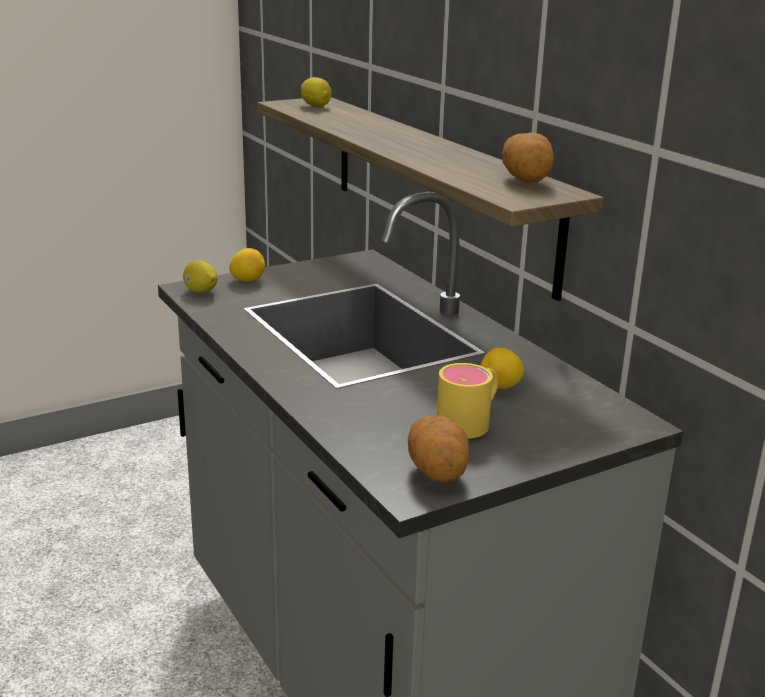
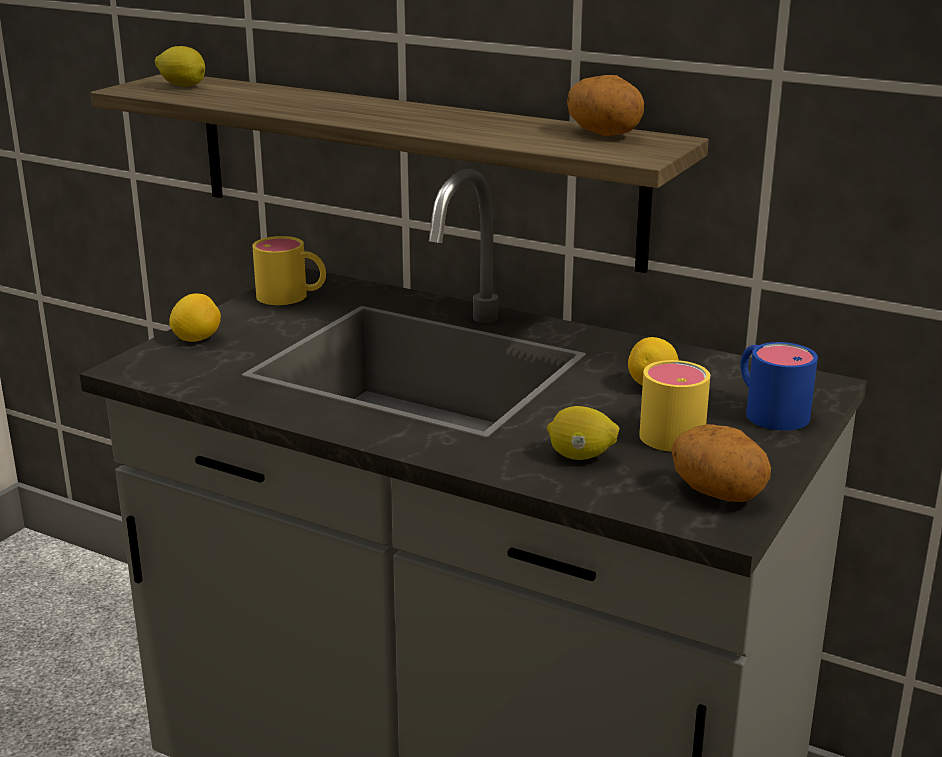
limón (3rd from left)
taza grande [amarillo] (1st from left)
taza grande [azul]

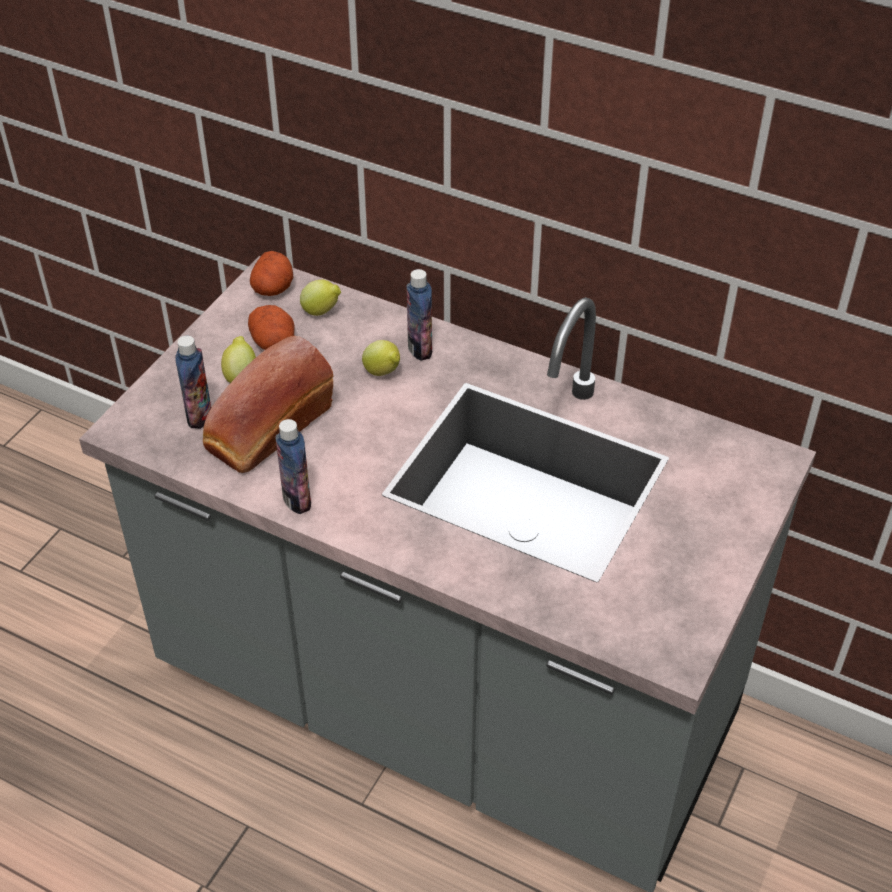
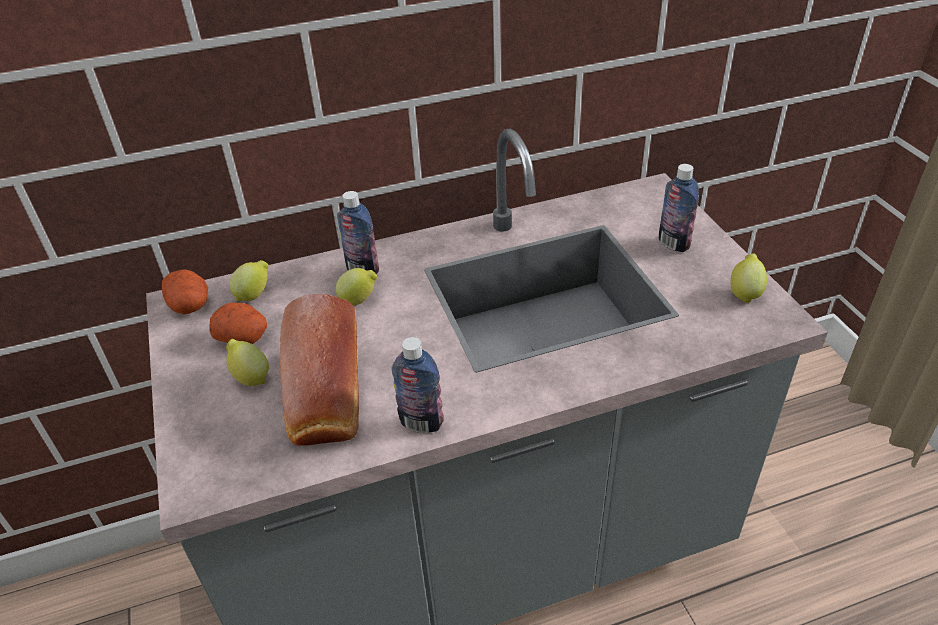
botella (3rd from left)
limón (4th from left)

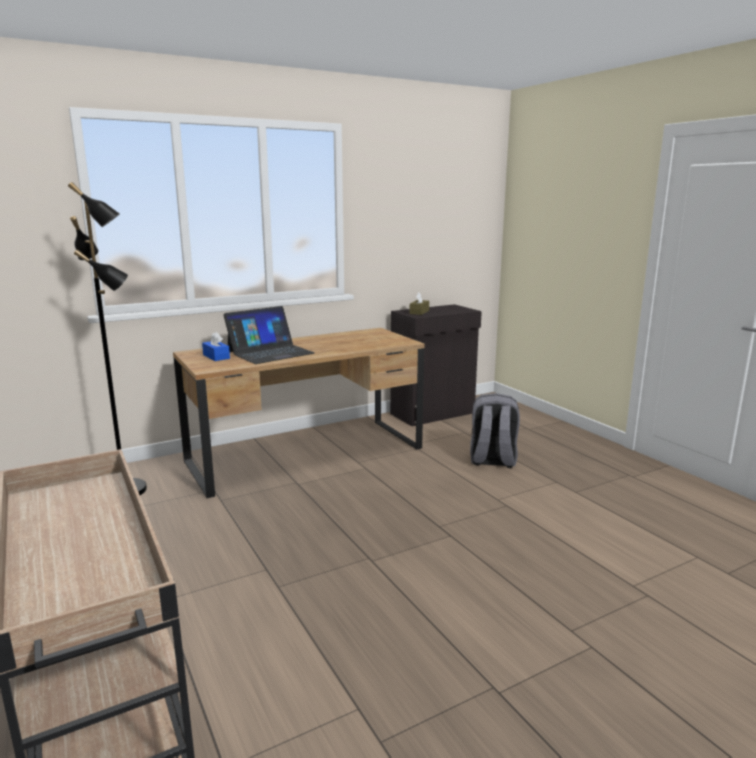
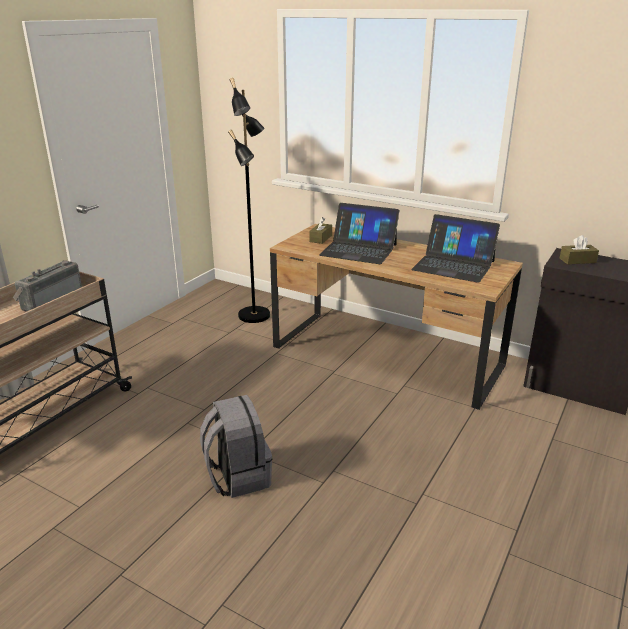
caja de pañuelos [marrón] (1st from left)
mochila [gris]
radio
portátil (2nd from left)

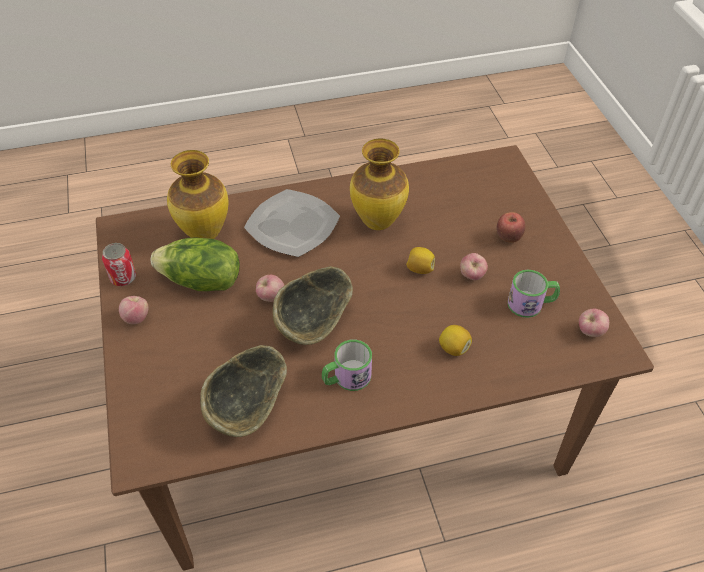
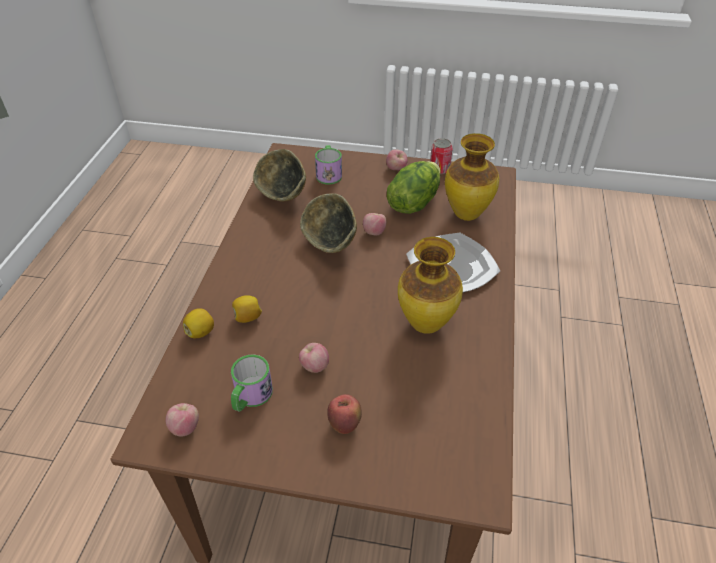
taza grande (2nd from left)
limón (1st from left)

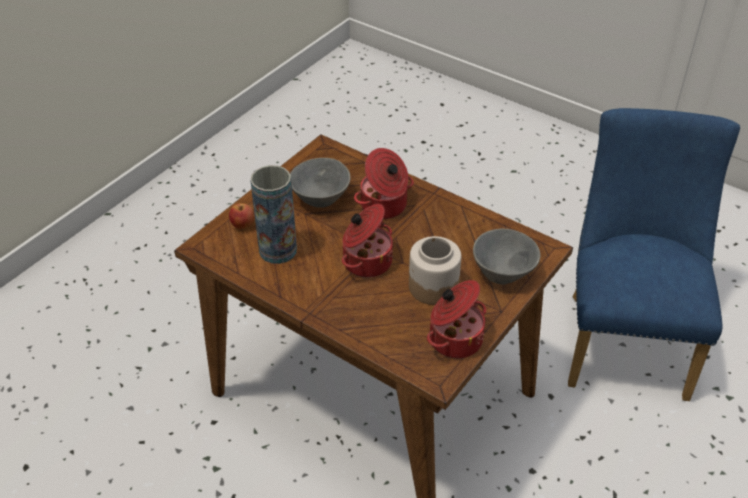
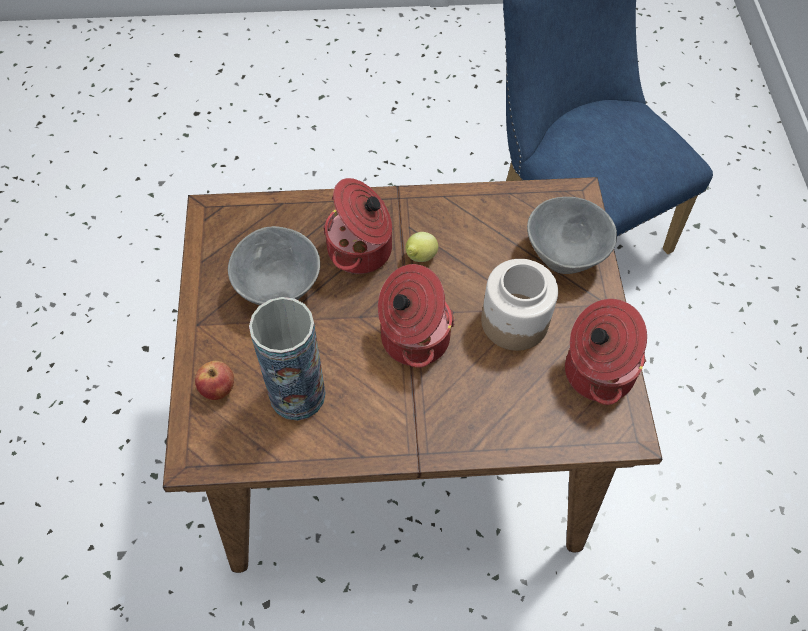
limón

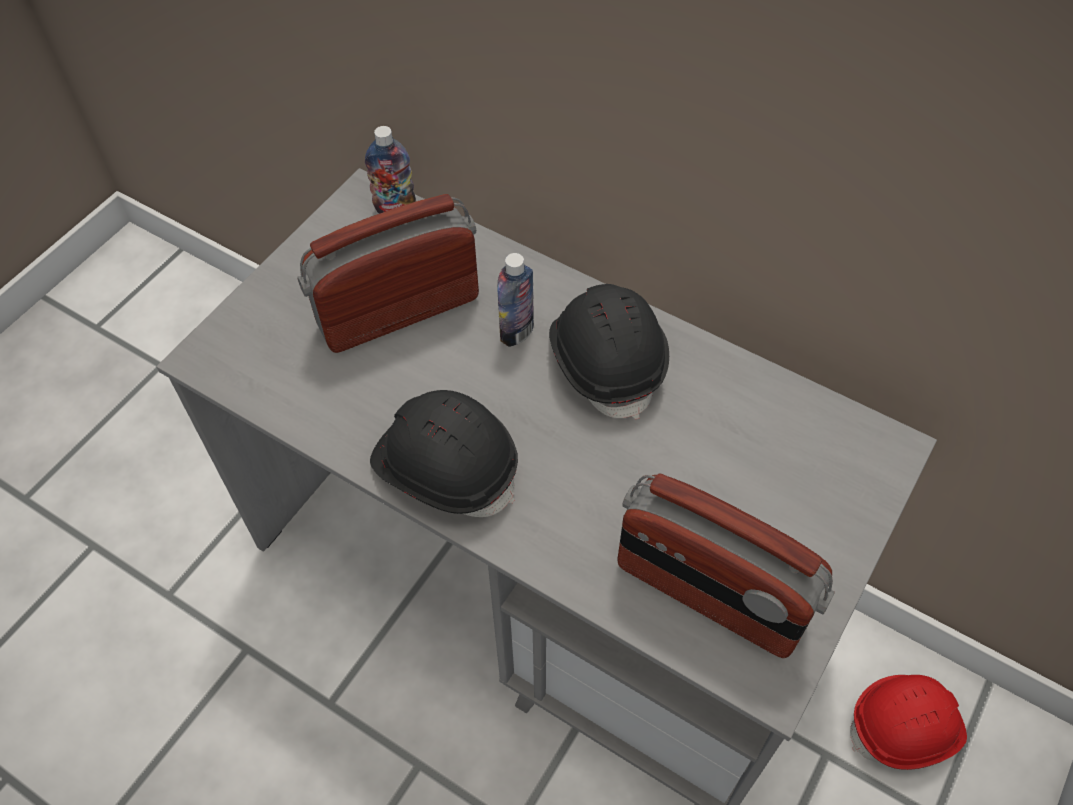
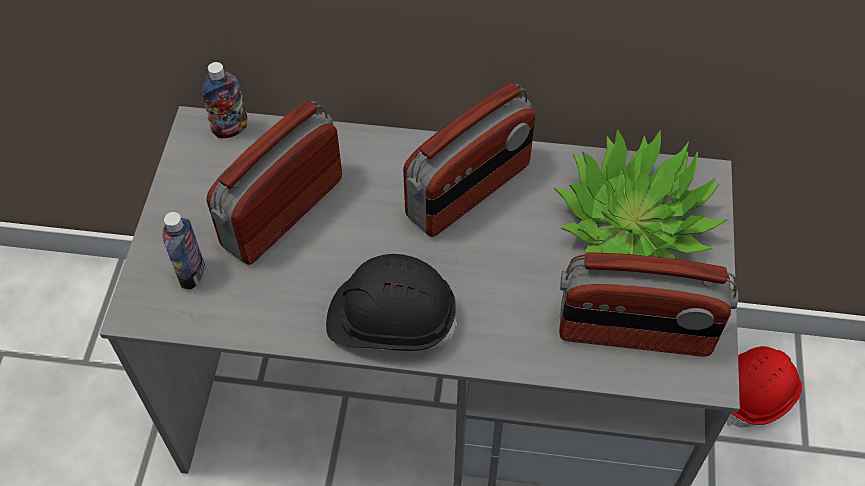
botella (1st from left)
radio (2nd from left)
planta en maceta

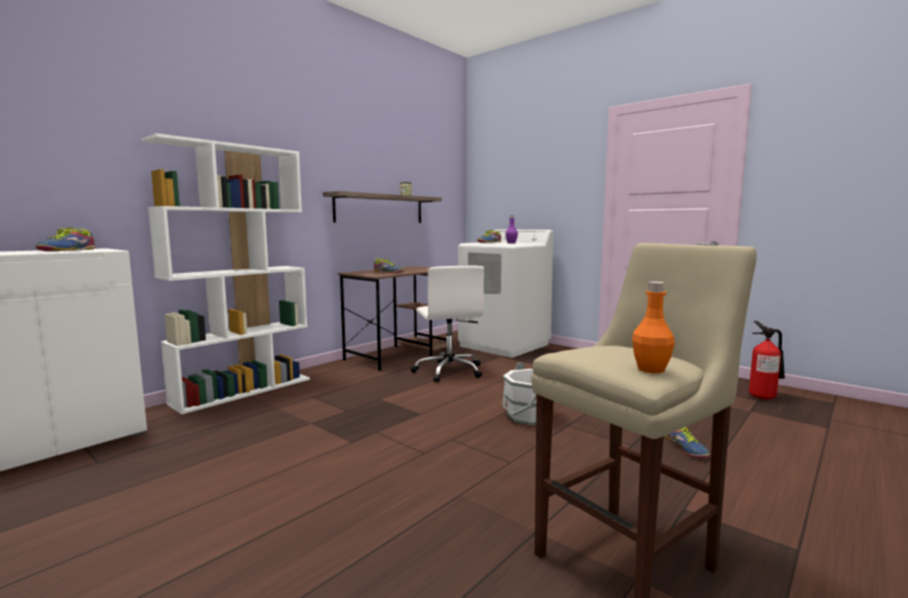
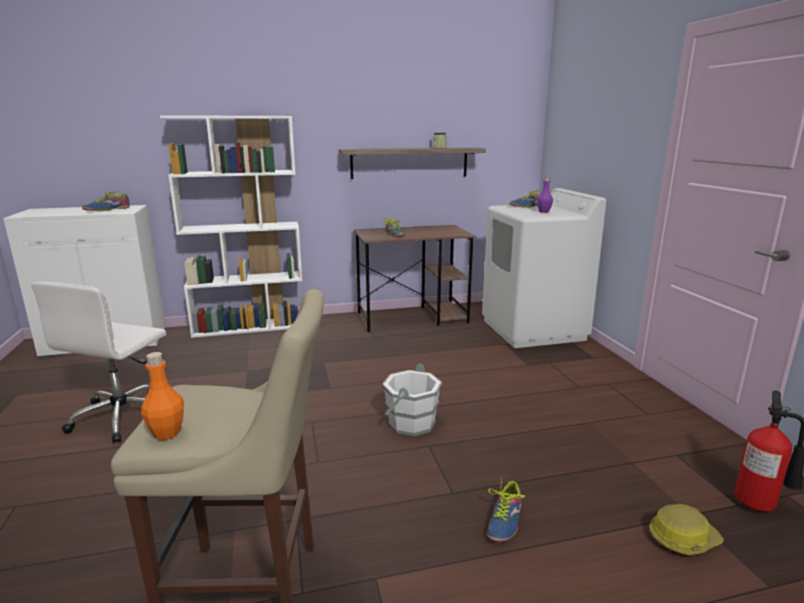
silla de oficina [blanco]
casco

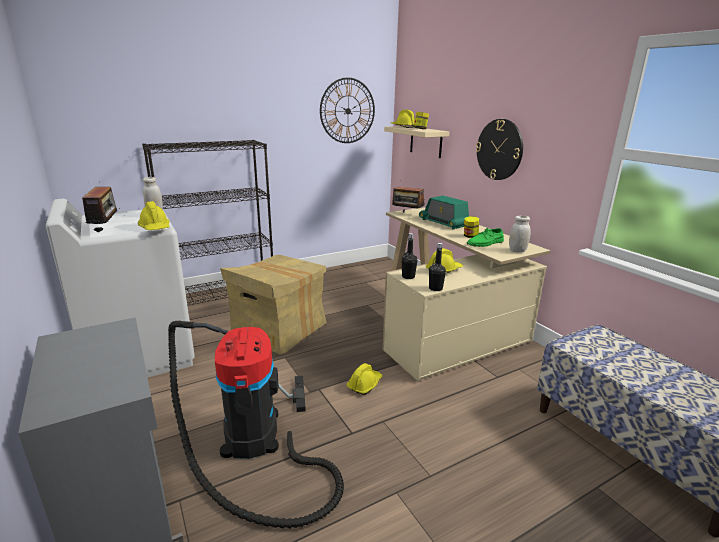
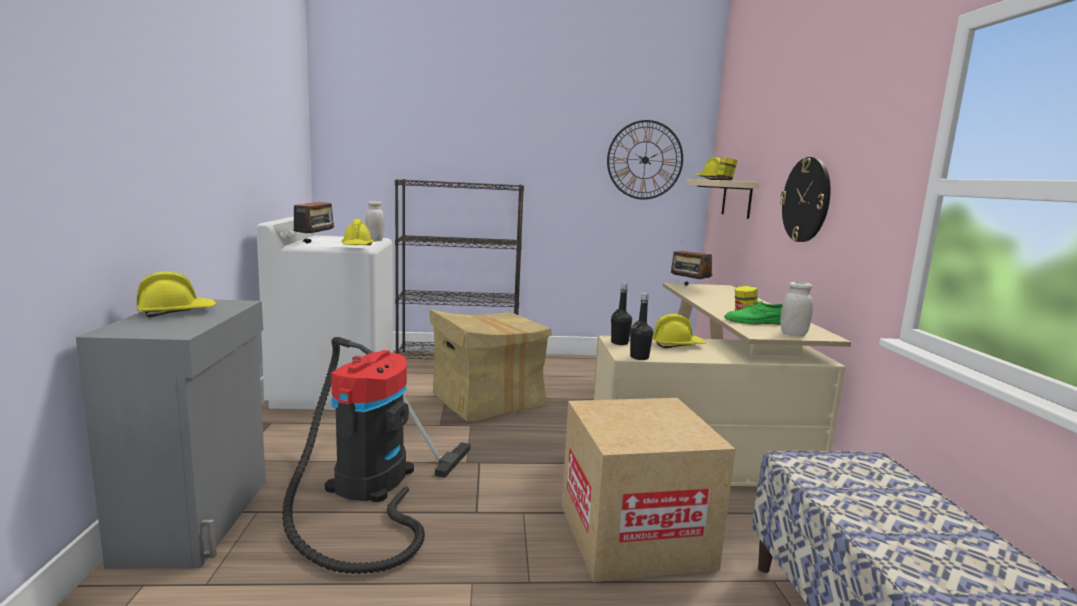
casco [amarillo] (1st from left)
radio (3rd from left in the first image)
caja de cartón (2nd from left)

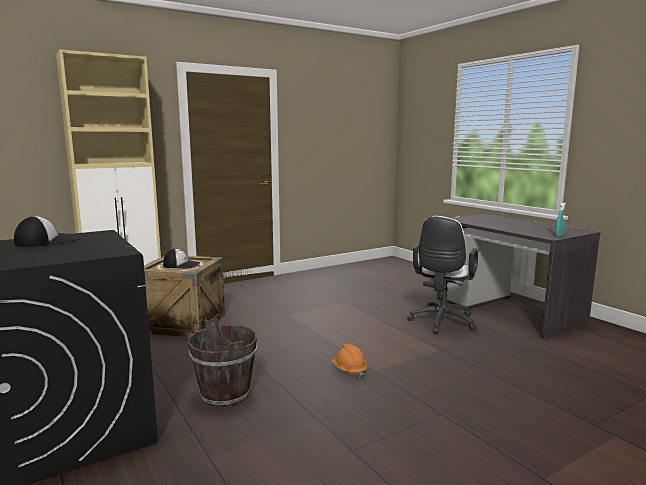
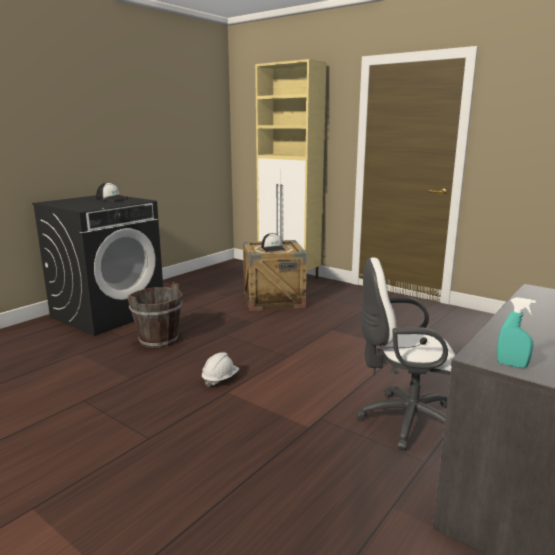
casco [blanco]

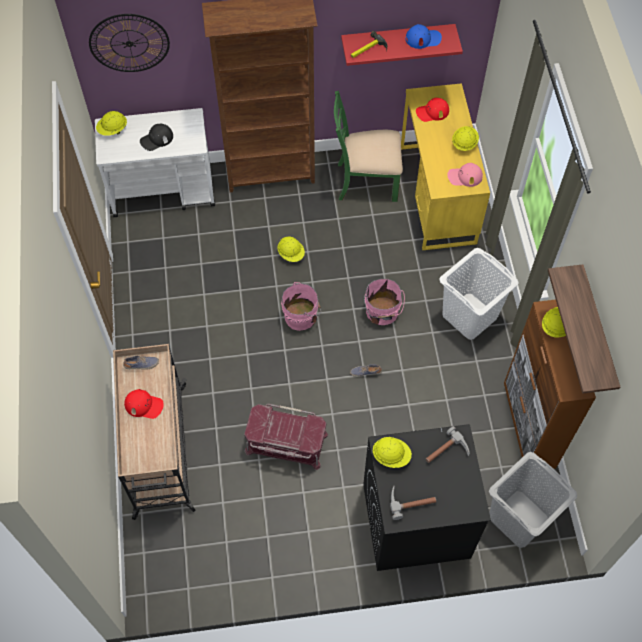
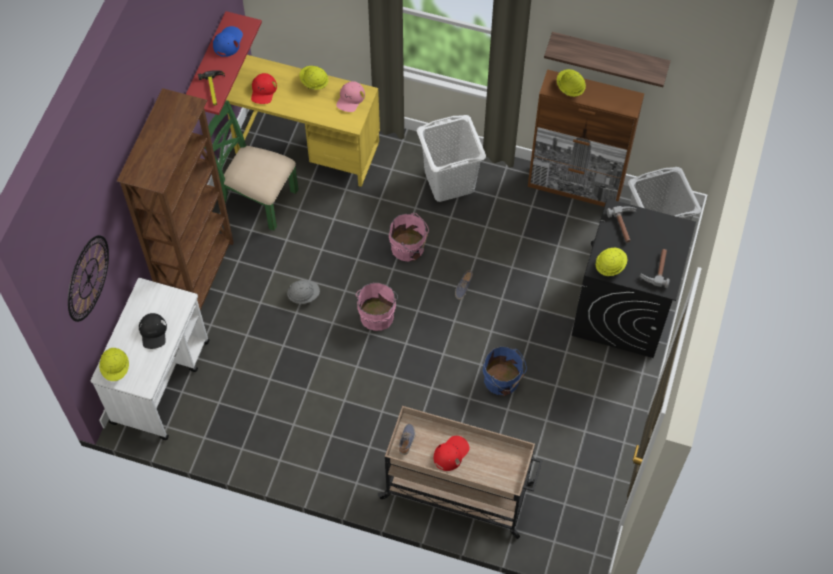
cubo [azul]
casco [gris]
silla [verde]

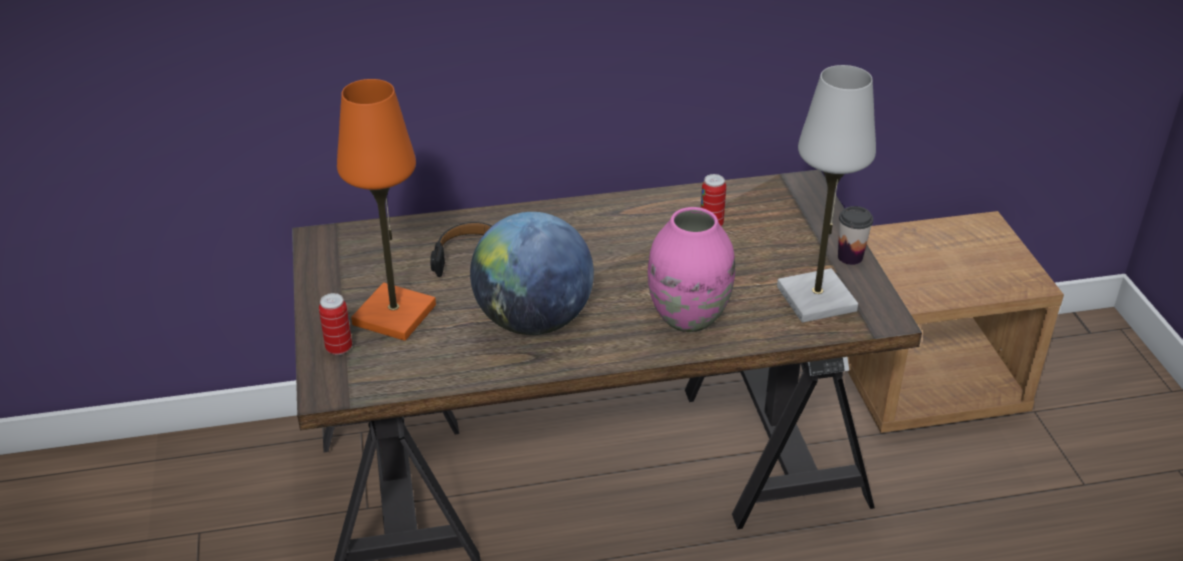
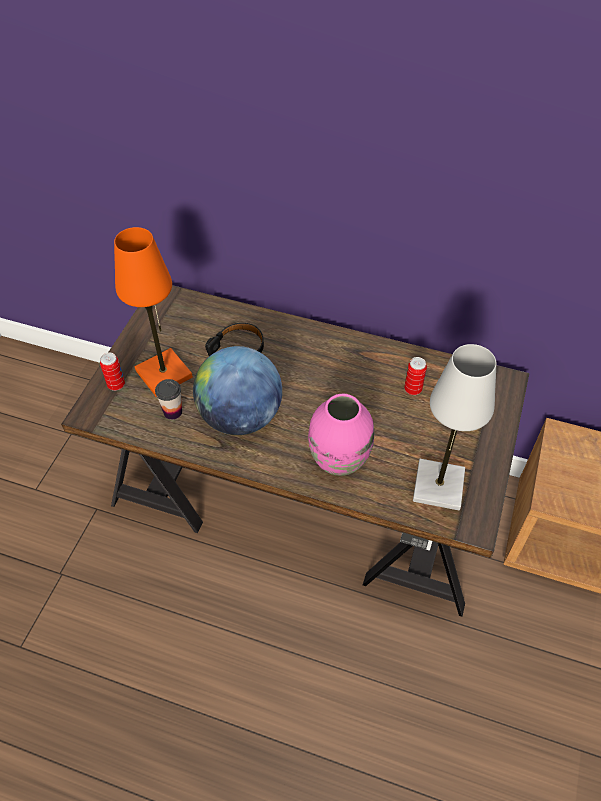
taza

